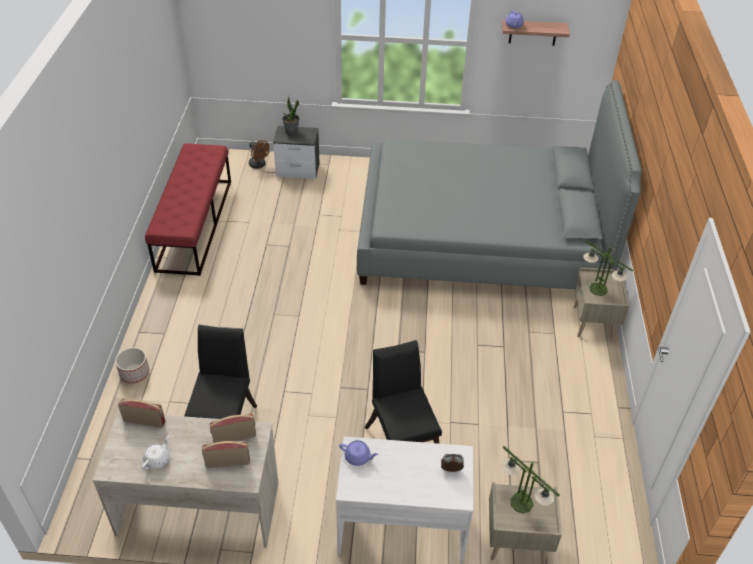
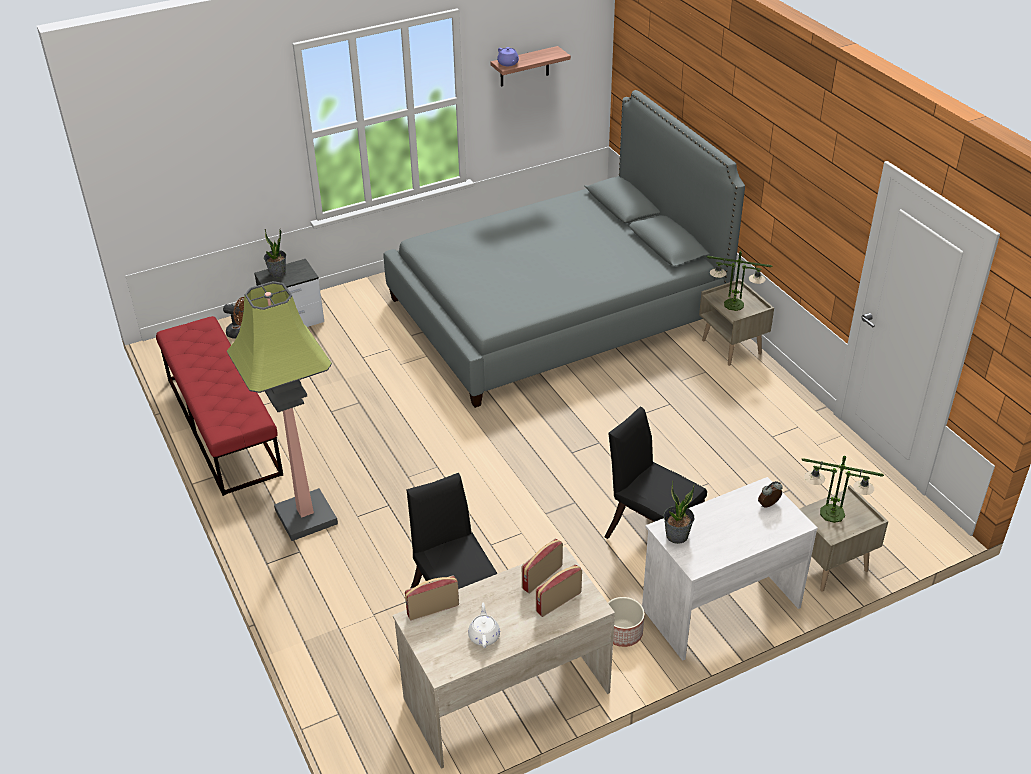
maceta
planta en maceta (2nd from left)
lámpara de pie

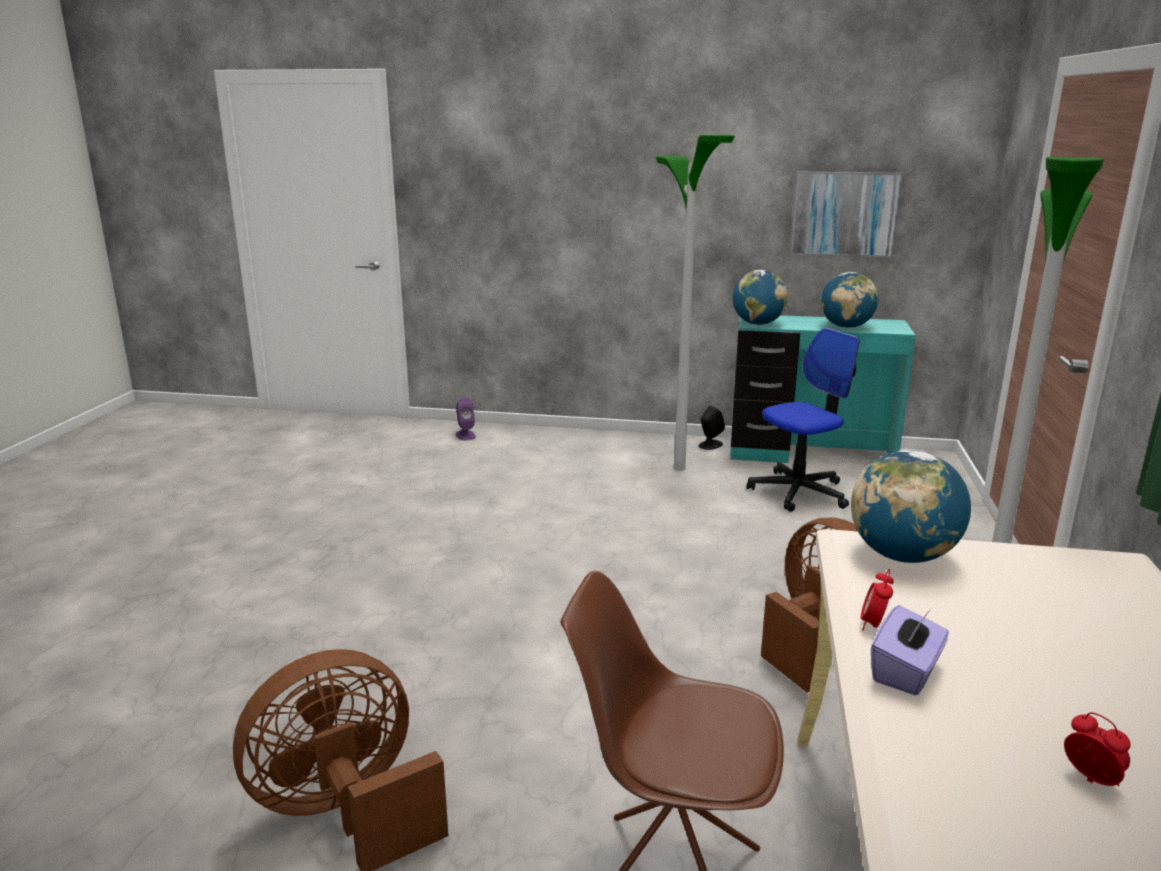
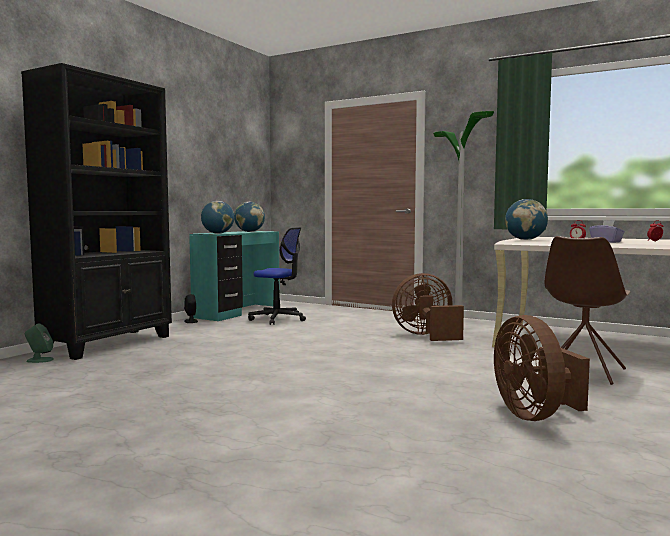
altavoz [verde]
lámpara de pie (1st from left in the first image)
silla de oficina
cuadro
estantería [negro]

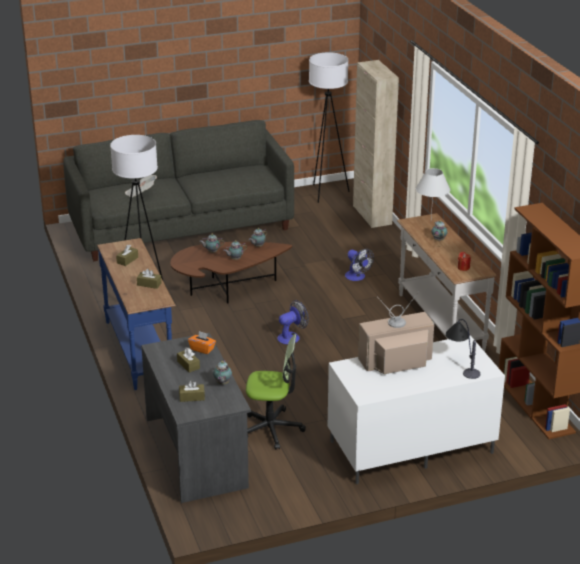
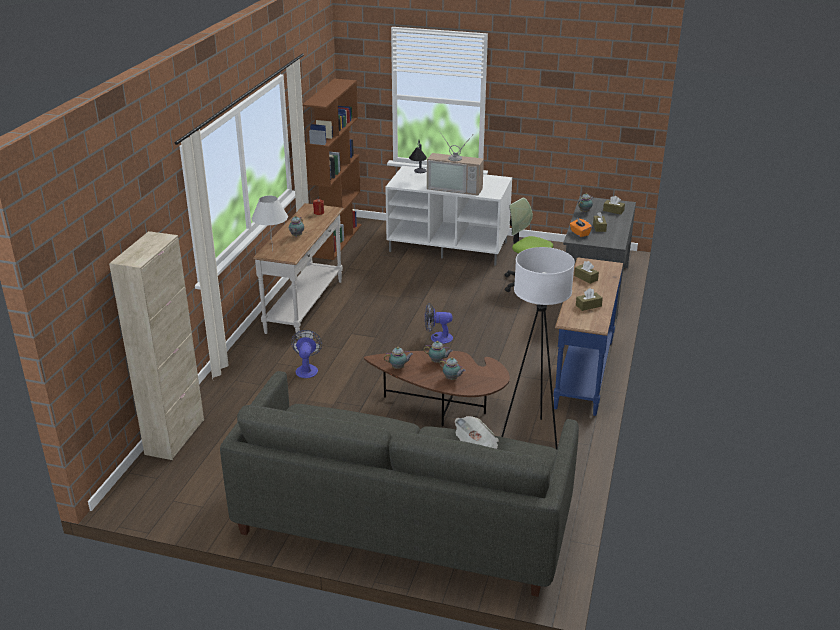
lámpara de pie [blanco] (2nd from left in the first image)

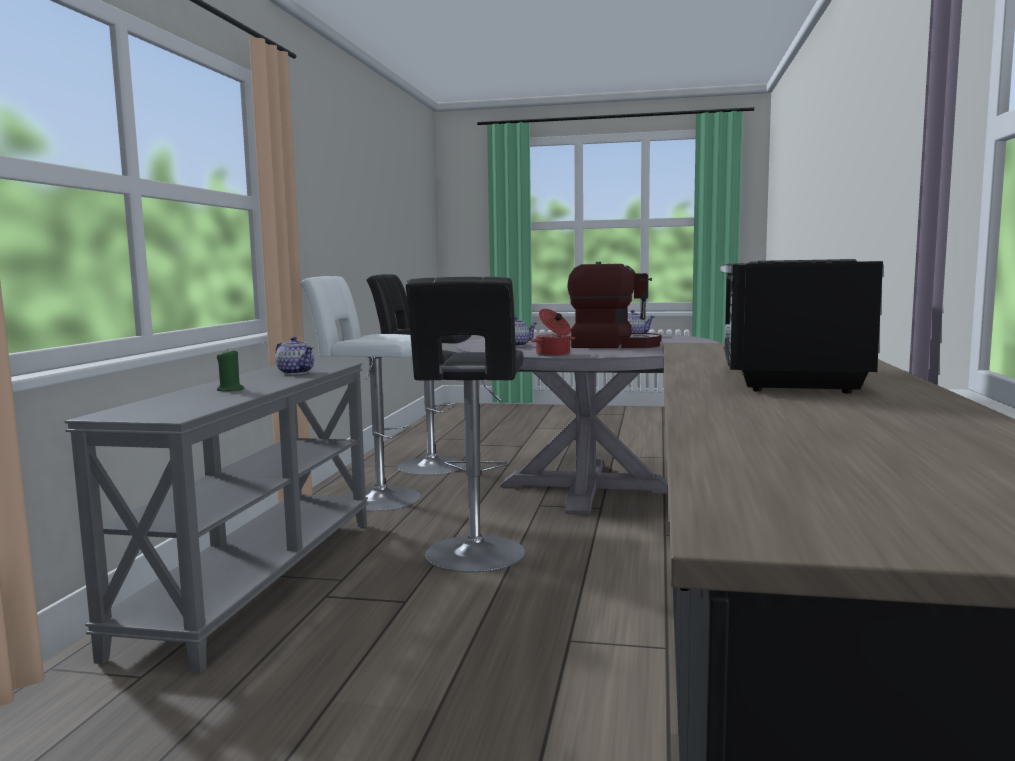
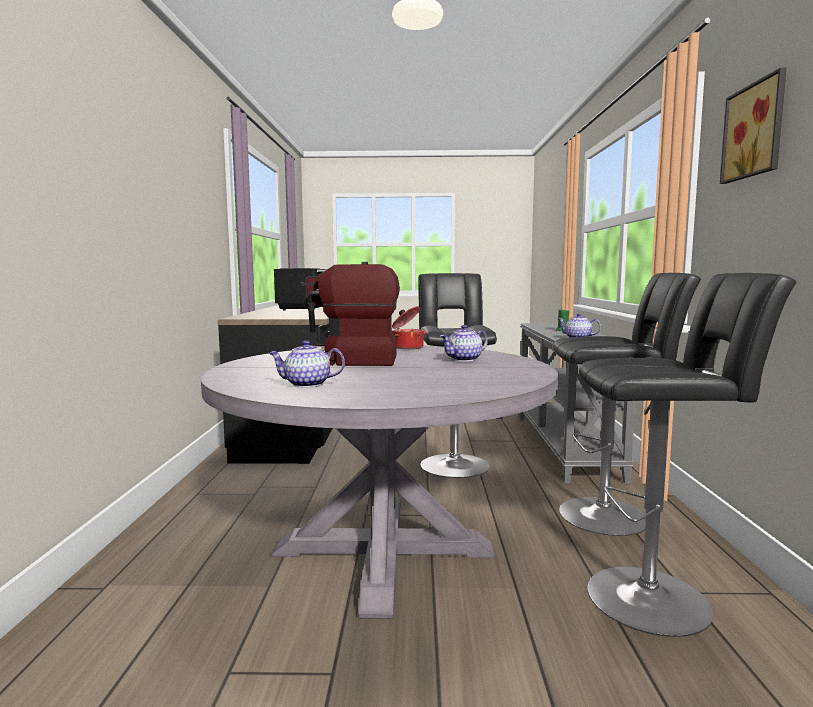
taburete [negro] (2nd from left)
cuadro

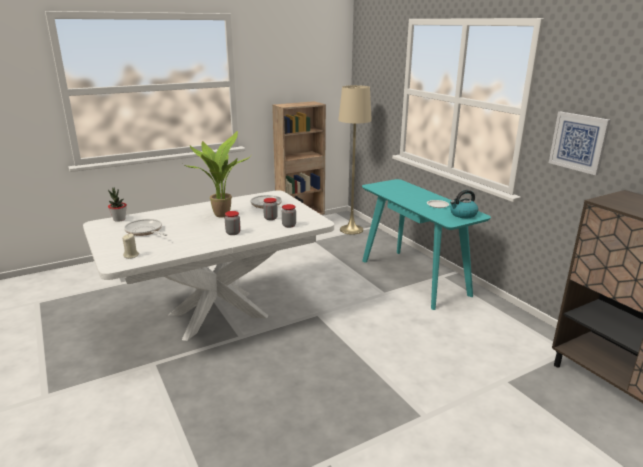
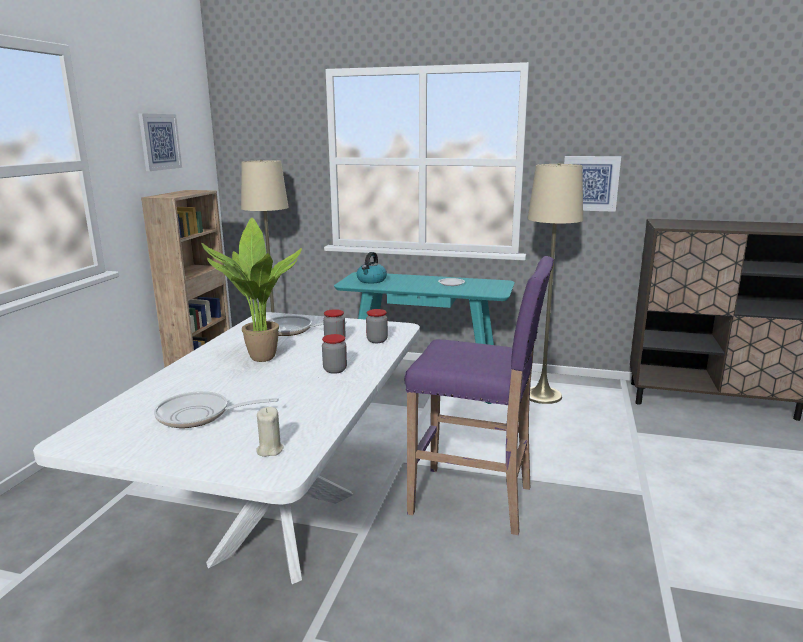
planta en maceta (1st from left in the first image)
hervidor
cuadro (1st from left)
taburete [morado]
lámpara de pie [beis] (2nd from left)

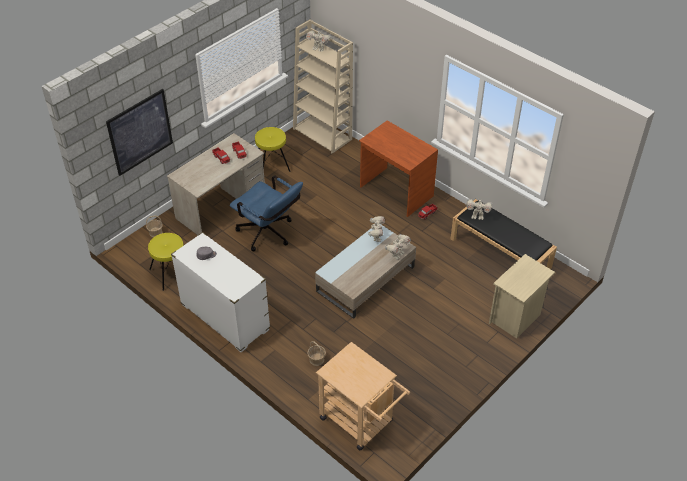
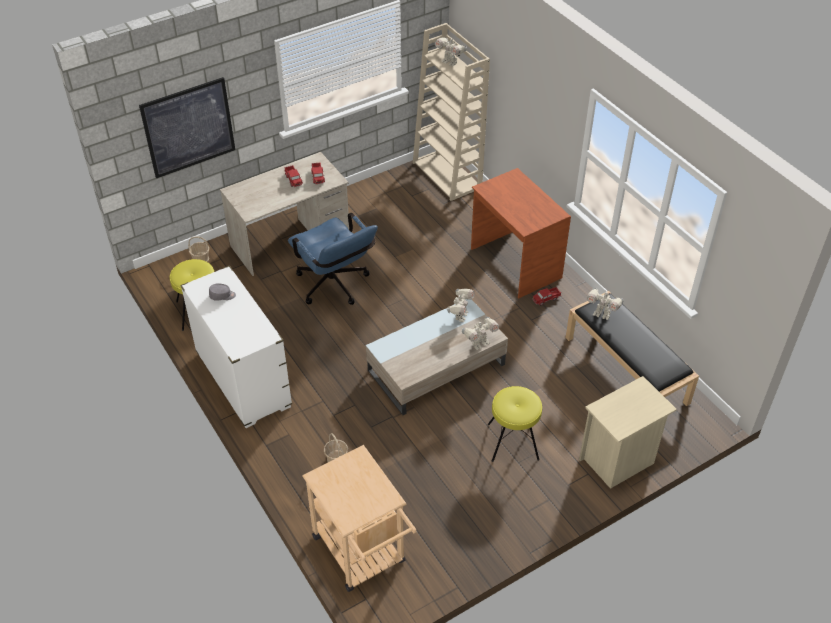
taburete [amarillo] (2nd from left)

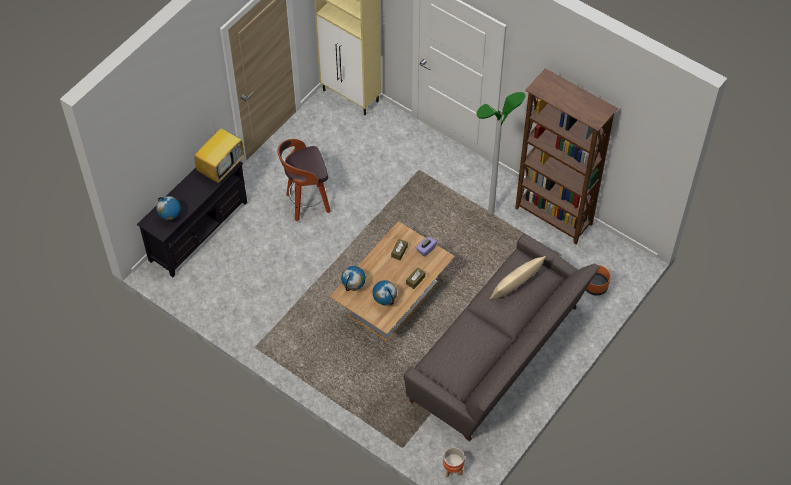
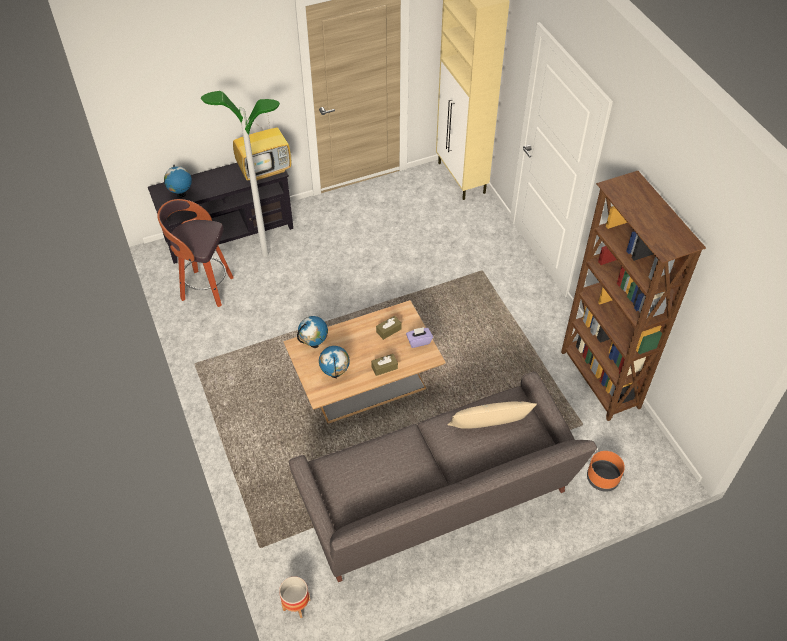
taburete
lámpara de pie

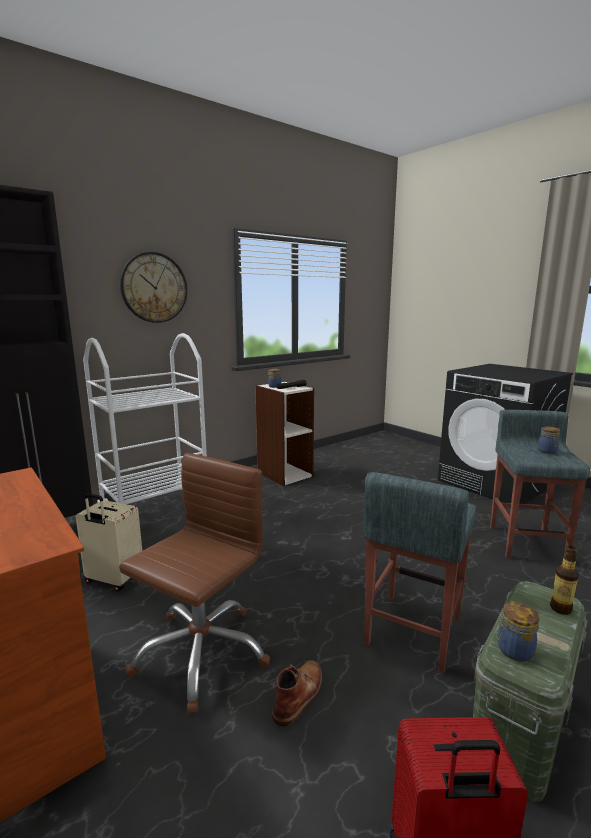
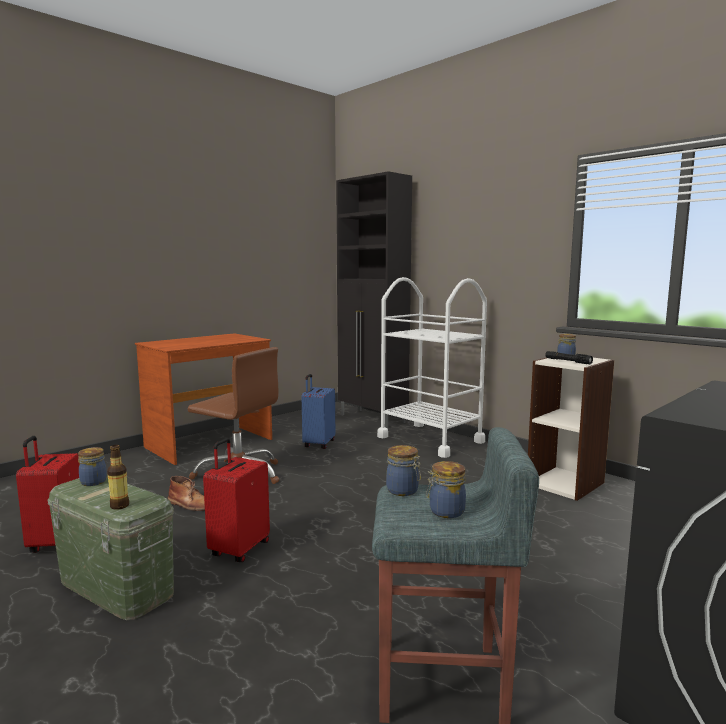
maleta [azul]
reloj de pared
maleta [rojo] (2nd from left)
tarro (2nd from left)

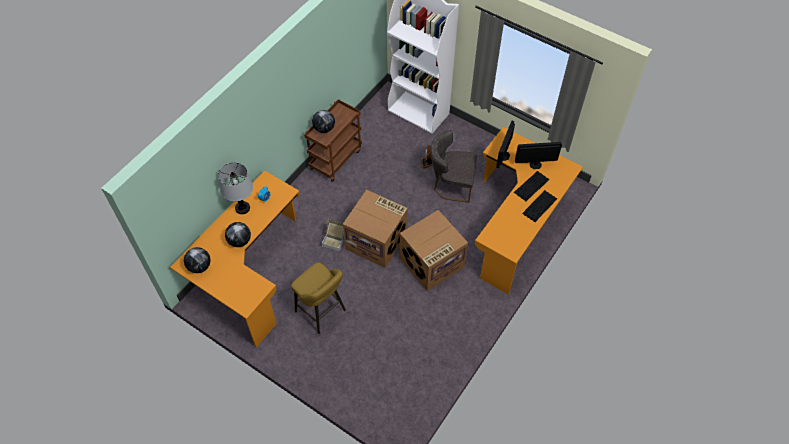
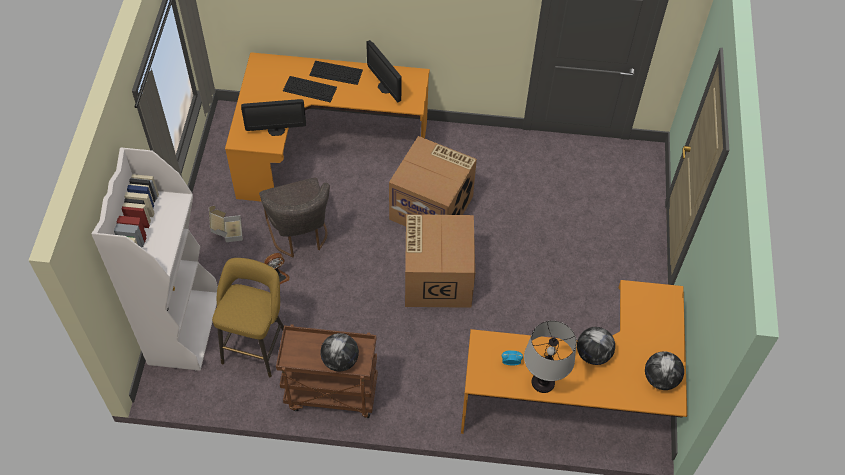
taburete [amarillo]
caja de cartón (1st from left)
monitor (2nd from left)

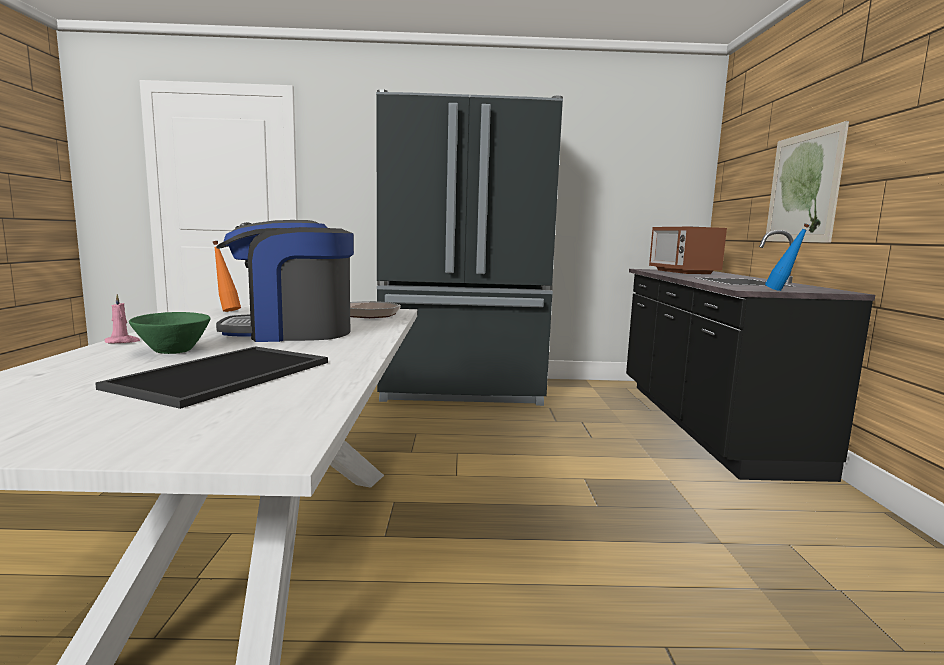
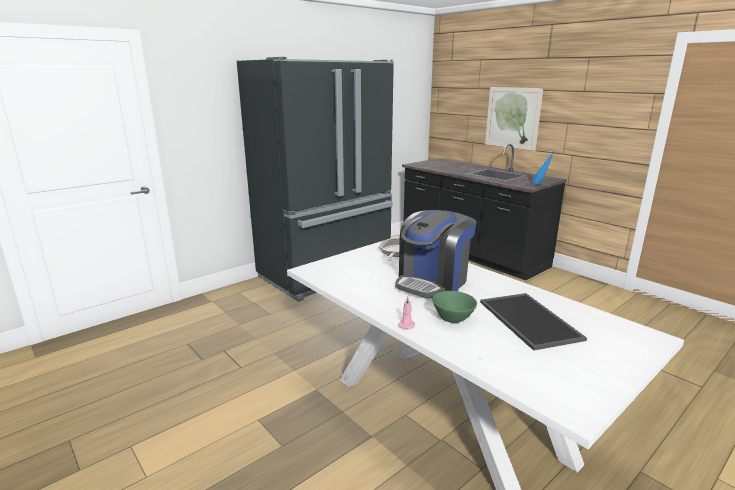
botella [naranja]
microondas

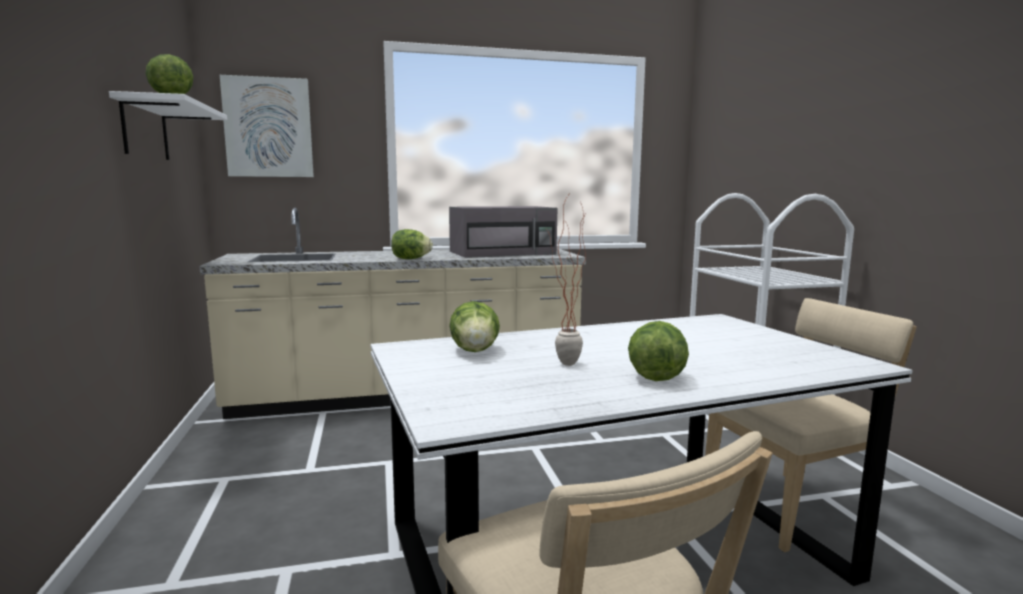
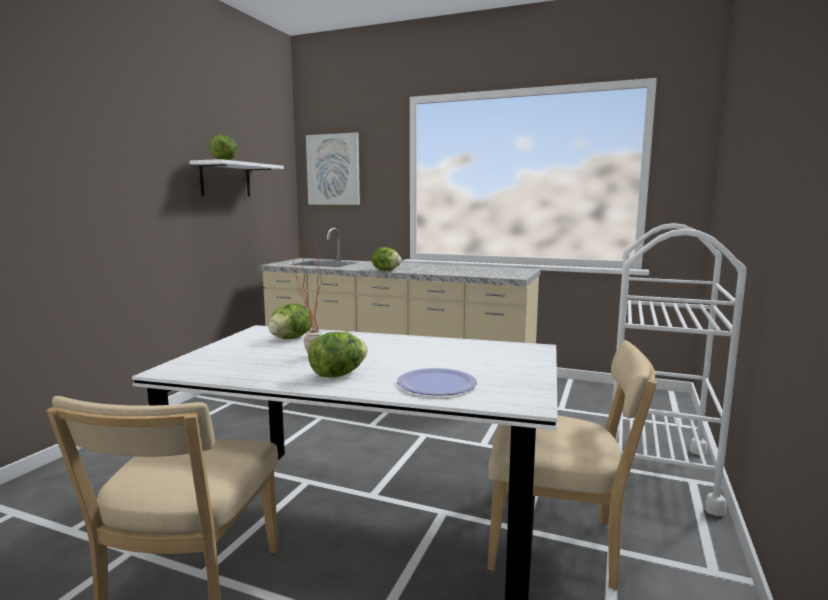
microondas [gris]
plato

